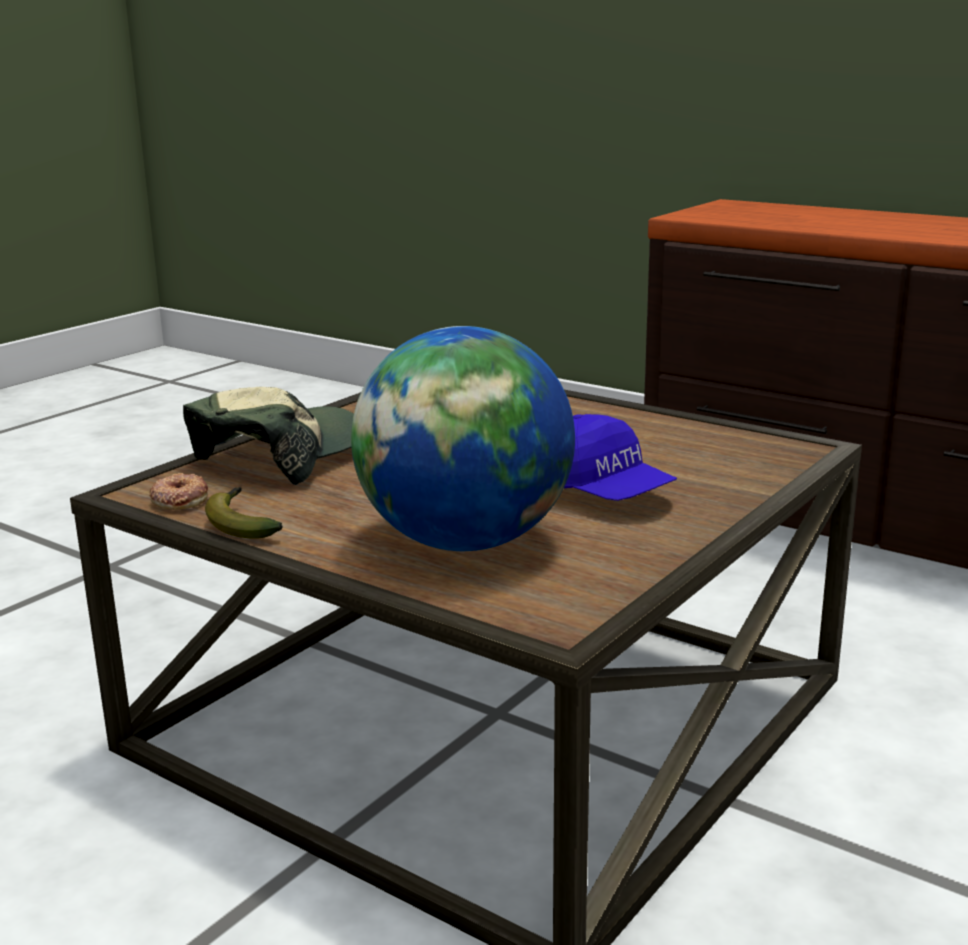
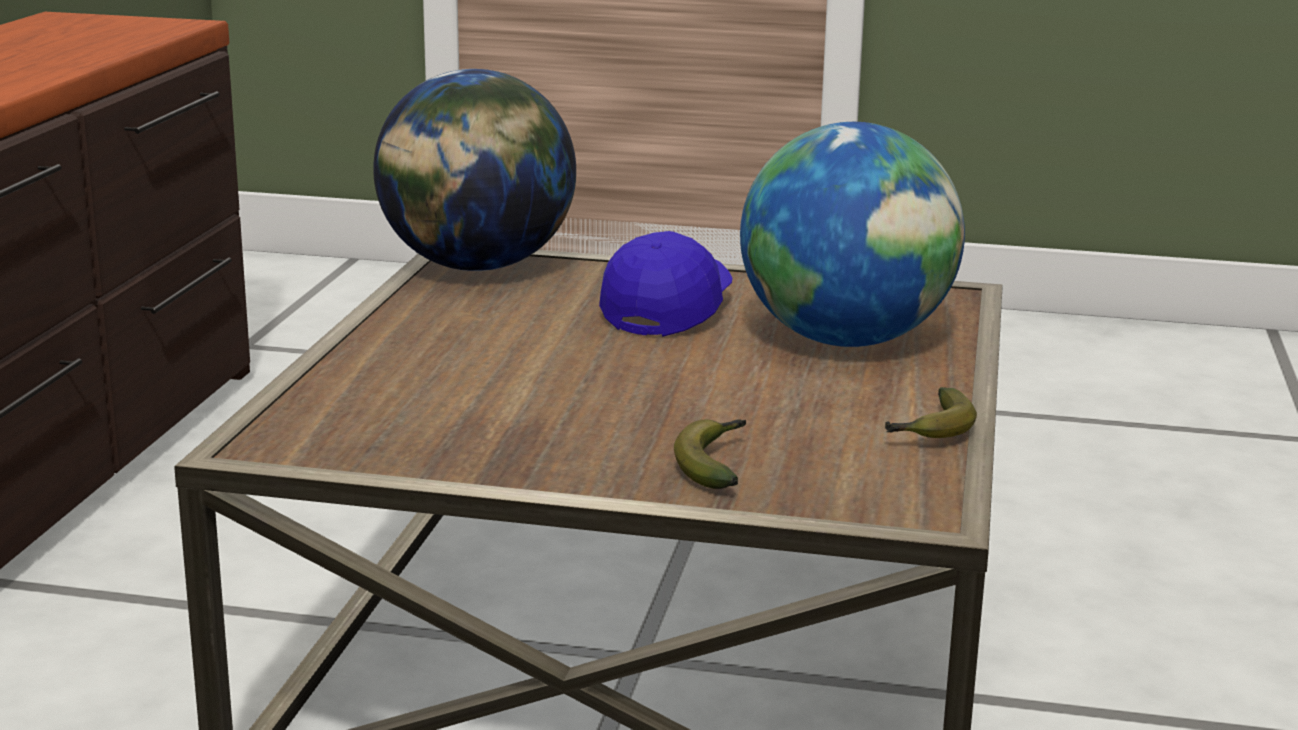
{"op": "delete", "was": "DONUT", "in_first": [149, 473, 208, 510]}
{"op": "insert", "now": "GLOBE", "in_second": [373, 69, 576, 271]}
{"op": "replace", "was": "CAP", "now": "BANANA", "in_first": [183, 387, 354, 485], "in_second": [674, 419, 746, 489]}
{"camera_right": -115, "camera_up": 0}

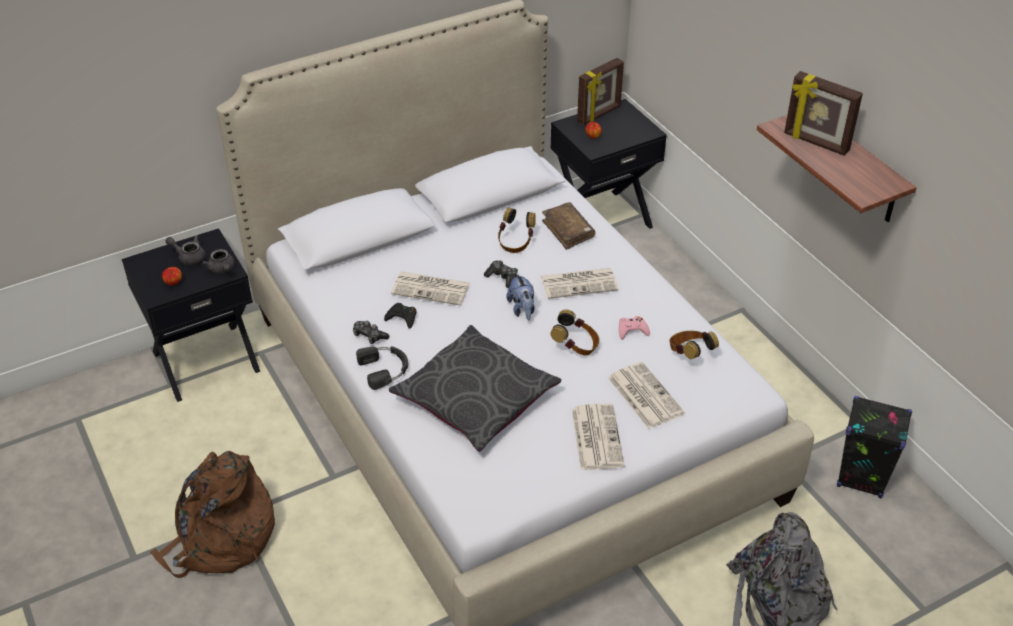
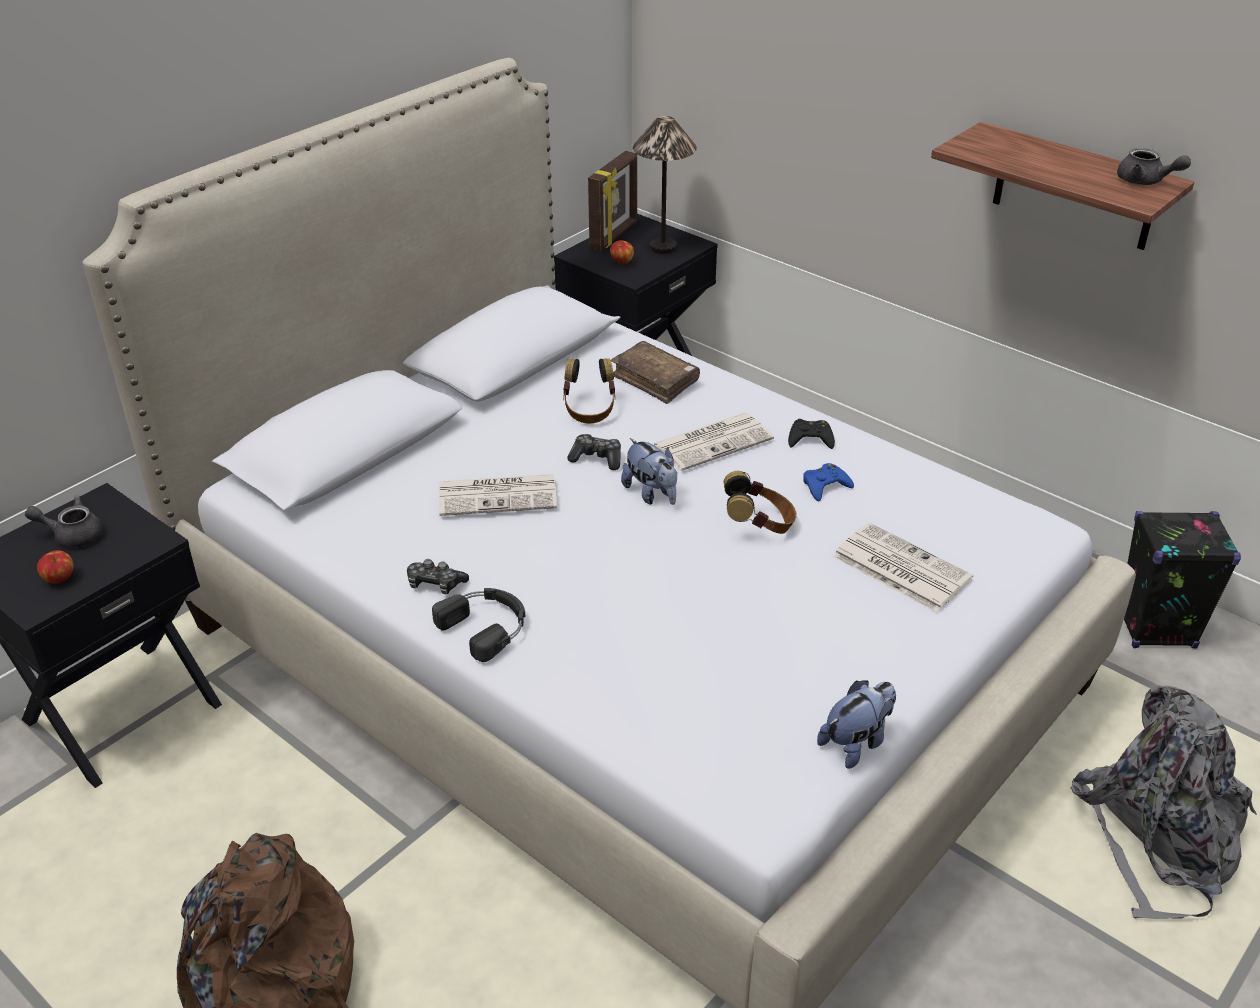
{"op": "delete", "was": "GREY PILLOW", "in_first": [389, 325, 561, 452]}
{"op": "delete", "was": "NEWSPAPER", "in_first": [572, 403, 625, 470]}
{"op": "delete", "was": "HEADPHONES", "in_first": [669, 331, 719, 359]}
{"op": "delete", "was": "PICTURE FRAME", "in_first": [784, 71, 863, 156]}
{"op": "insert", "now": "TABLE LAMP", "in_second": [633, 116, 697, 254]}
{"op": "insert", "now": "PLUSH TOY", "in_second": [817, 680, 896, 769]}
{"op": "move", "was": "GREY TEAPOT", "in_first": [202, 249, 235, 274], "in_second": [1117, 148, 1191, 185]}
{"op": "move", "was": "BLACK GAME CONTROLLER", "in_first": [384, 303, 416, 329], "in_second": [788, 419, 835, 449]}
{"op": "recolor", "was": "PINK GAME CONTROLLER", "now": "BLUE GAME CONTROLLER", "in_first": [619, 316, 650, 340], "in_second": [803, 463, 854, 502]}
{"camera_right": -20, "camera_up": -5}

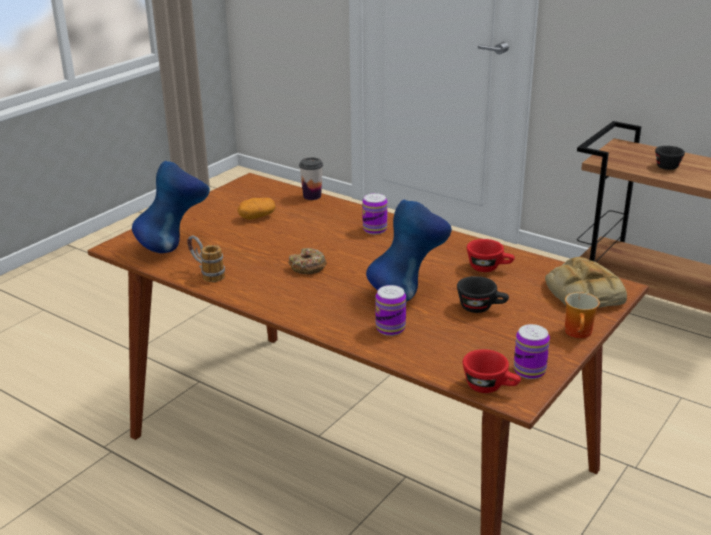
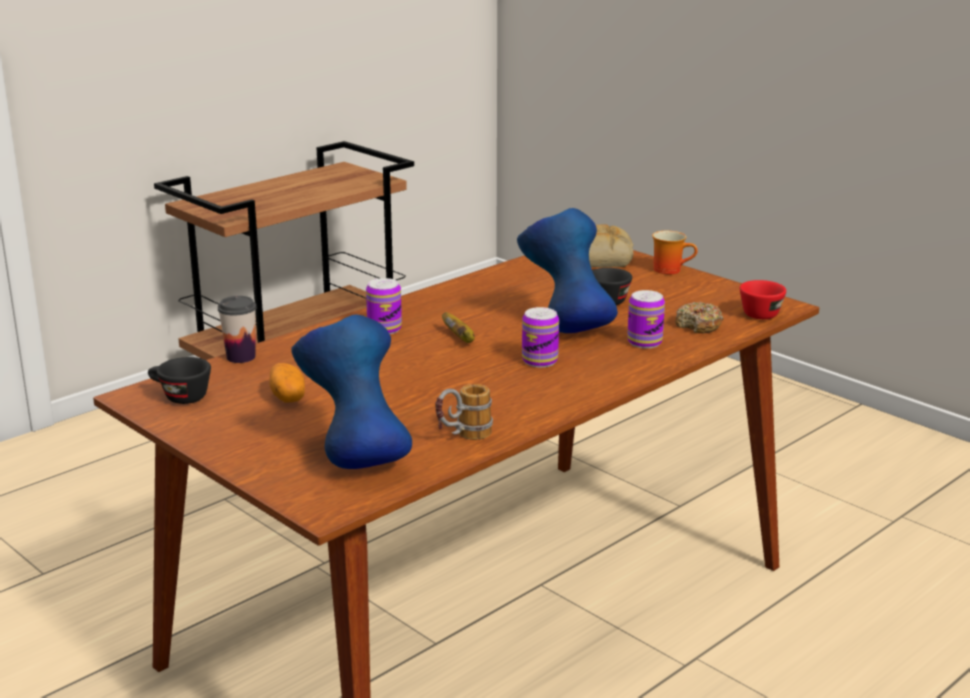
{"op": "delete", "was": "RED CUP", "in_first": [467, 239, 515, 272]}
{"op": "insert", "now": "BANANA", "in_second": [442, 312, 475, 343]}
{"op": "move", "was": "DONUT", "in_first": [288, 248, 327, 274], "in_second": [675, 302, 724, 333]}
{"op": "move", "was": "CAN", "in_first": [514, 324, 550, 379], "in_second": [522, 307, 559, 367]}
{"op": "move", "was": "BLACK CUP", "in_first": [655, 146, 685, 170], "in_second": [148, 357, 211, 404]}
{"camera_right": -80, "camera_up": -5}

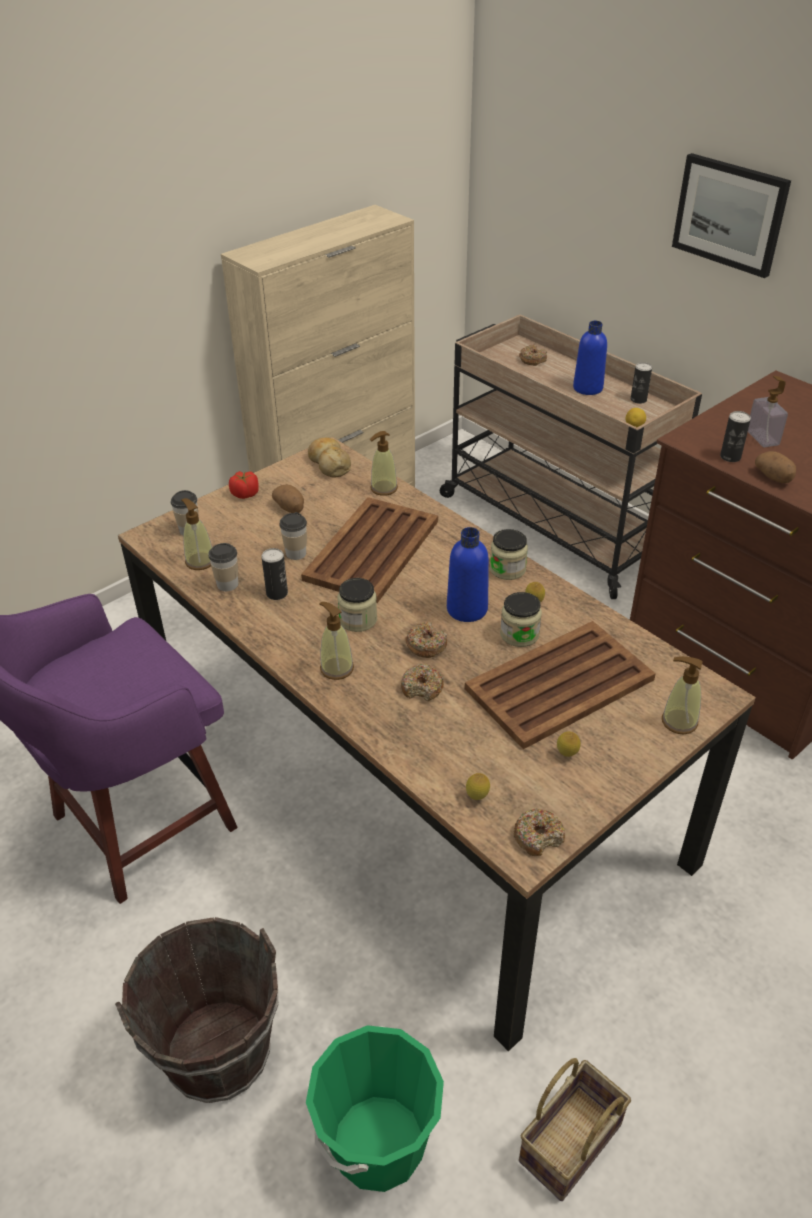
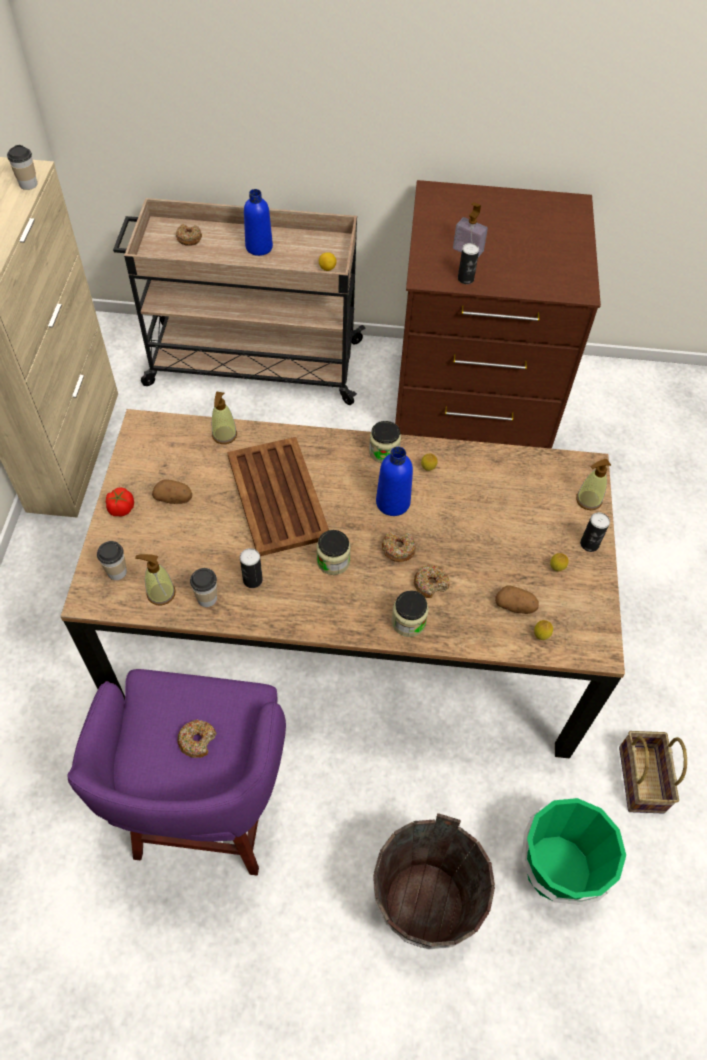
{"op": "delete", "was": "BREAD", "in_first": [308, 437, 351, 478]}
{"op": "delete", "was": "SOAP DISPENSER", "in_first": [319, 602, 354, 680]}
{"op": "delete", "was": "BROWN TRAY", "in_first": [465, 621, 656, 749]}
{"op": "delete", "was": "PICTURE", "in_first": [672, 153, 791, 278]}
{"op": "move", "was": "CUP", "in_first": [279, 512, 307, 560], "in_second": [7, 145, 37, 190]}
{"op": "move", "was": "JAR", "in_first": [500, 592, 542, 647], "in_second": [391, 591, 429, 637]}
{"op": "move", "was": "DONUT", "in_first": [514, 809, 565, 856], "in_second": [177, 719, 217, 758]}
{"op": "move", "was": "CAN", "in_first": [631, 362, 652, 404], "in_second": [580, 512, 610, 552]}
{"op": "move", "was": "POTATO", "in_first": [755, 451, 796, 483], "in_second": [495, 585, 539, 614]}
{"camera_right": -45, "camera_up": 15}

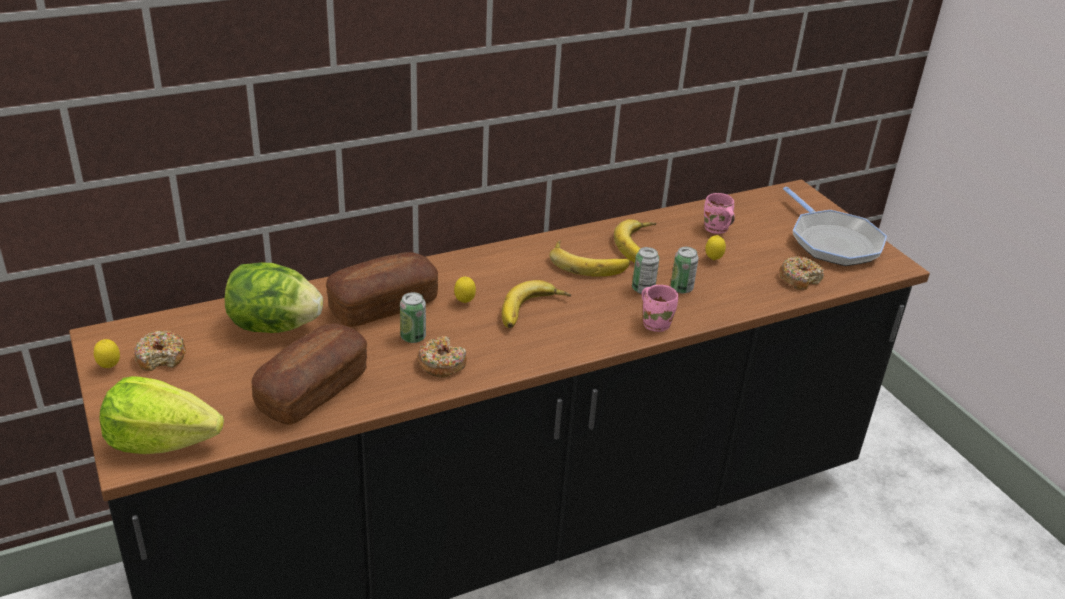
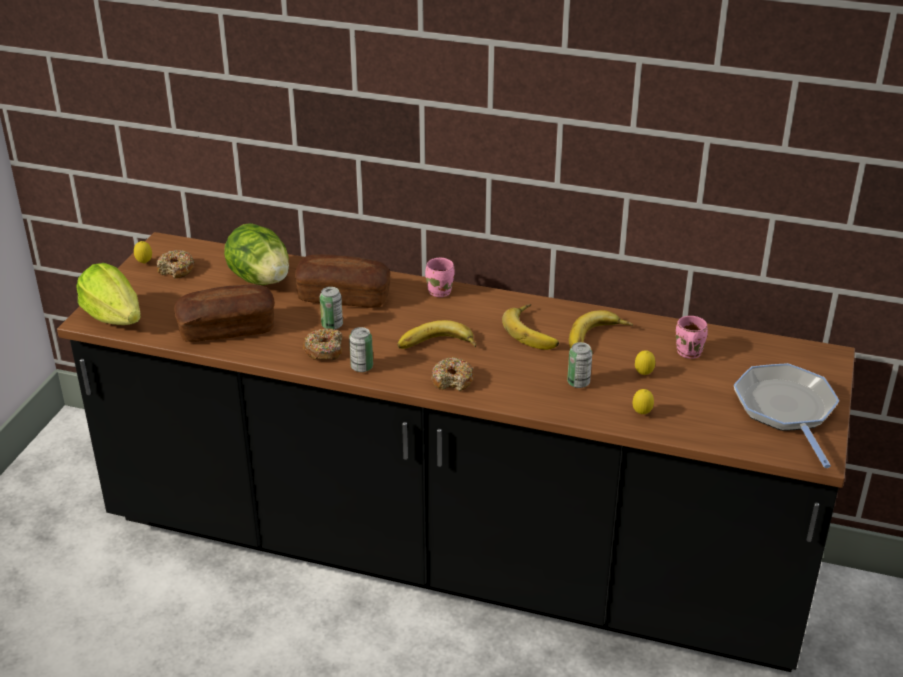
{"op": "move", "was": "LEMON", "in_first": [454, 277, 476, 303], "in_second": [633, 389, 654, 414]}
{"op": "move", "was": "CAN", "in_first": [632, 247, 659, 294], "in_second": [349, 327, 373, 372]}
{"op": "move", "was": "PINK MUG", "in_first": [642, 285, 678, 332], "in_second": [425, 258, 454, 297]}
{"op": "move", "was": "DONUT", "in_first": [779, 256, 824, 290], "in_second": [431, 357, 474, 391]}
{"op": "rotate", "was": "FRYING PAN", "in_first": [783, 187, 887, 266], "in_second": [734, 363, 839, 468], "clockwise": 150}
{"camera_right": 45, "camera_up": 0}

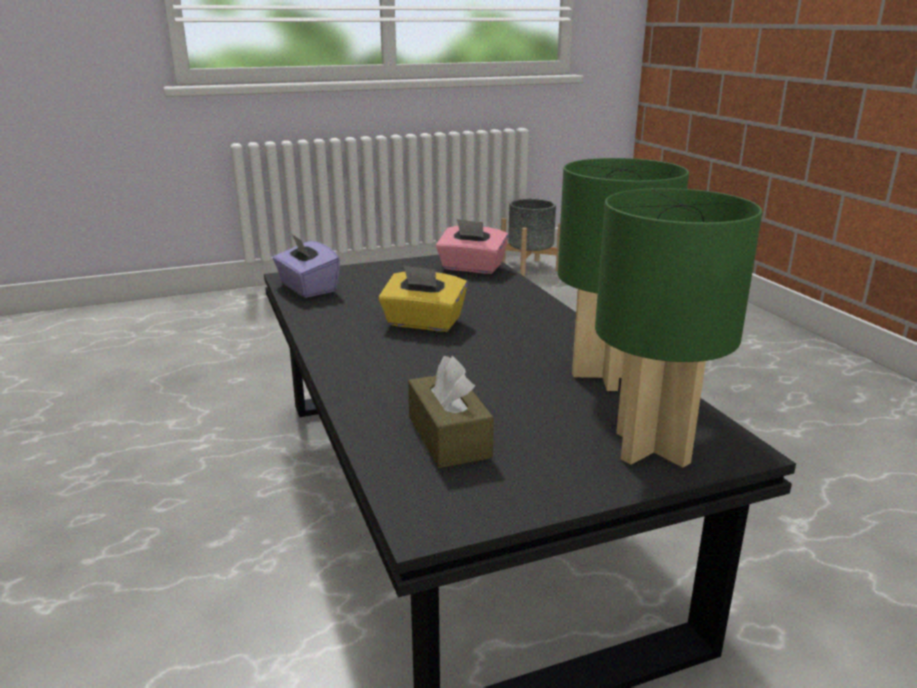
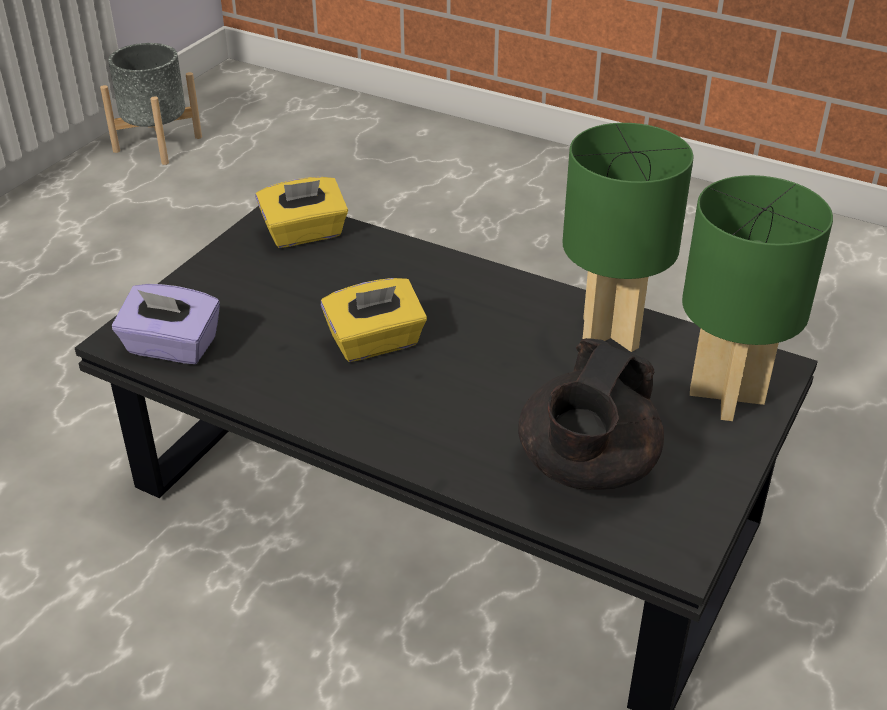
{"op": "replace", "was": "BROWN TISSUE BOX", "now": "BLACK TEAPOT", "in_first": [408, 356, 494, 468], "in_second": [518, 338, 664, 490]}
{"op": "recolor", "was": "PINK TISSUE BOX", "now": "YELLOW TISSUE BOX", "in_first": [436, 219, 509, 274], "in_second": [256, 177, 348, 248]}
{"camera_right": -40, "camera_up": 15}

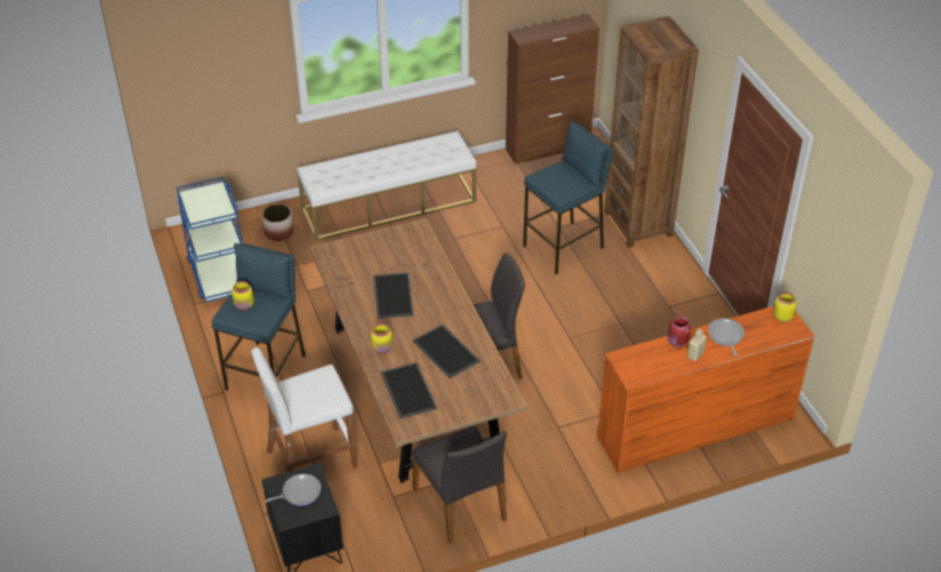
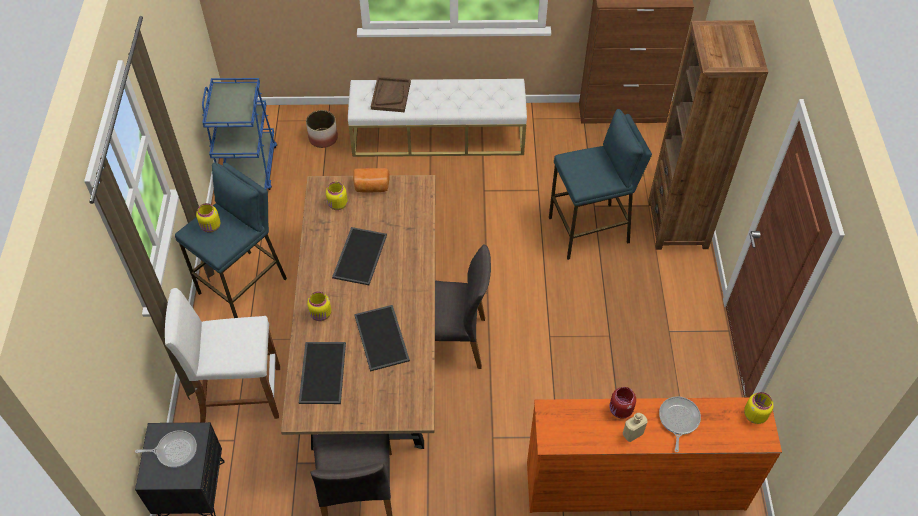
{"op": "insert", "now": "YELLOW JAR", "in_second": [326, 182, 348, 210]}
{"op": "insert", "now": "BREAD", "in_second": [353, 168, 389, 193]}
{"op": "insert", "now": "BROWN TRAY", "in_second": [371, 77, 411, 112]}
{"camera_right": 20, "camera_up": 10}

